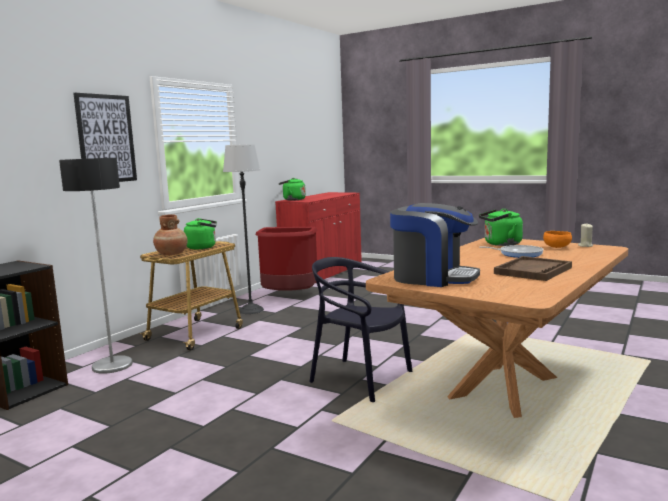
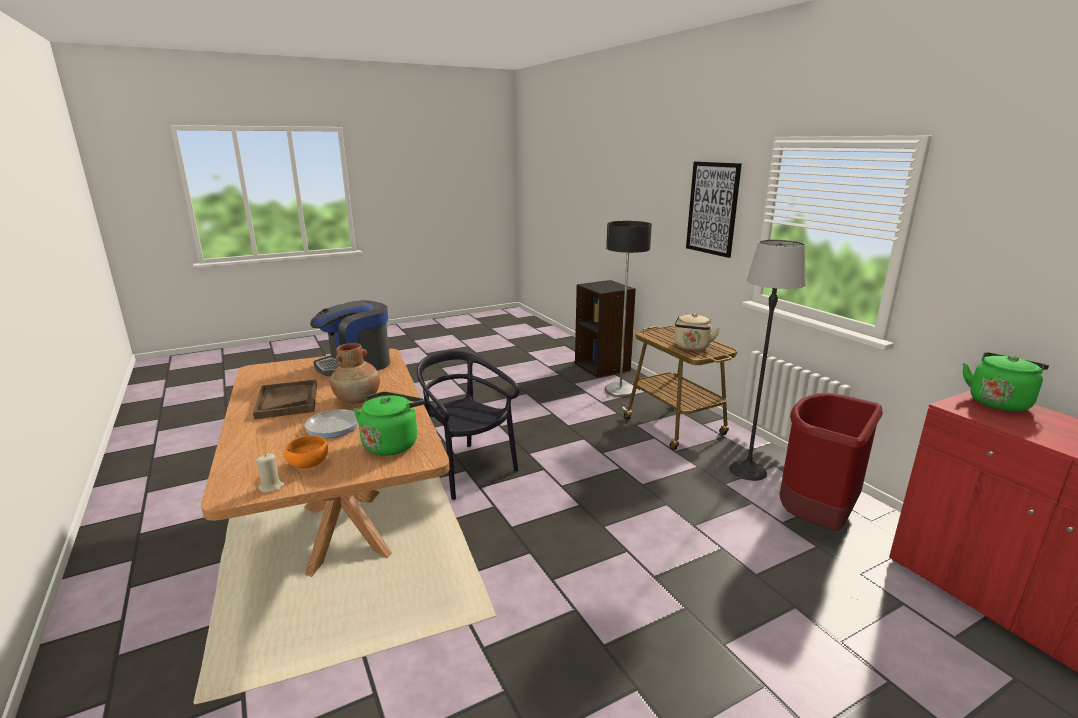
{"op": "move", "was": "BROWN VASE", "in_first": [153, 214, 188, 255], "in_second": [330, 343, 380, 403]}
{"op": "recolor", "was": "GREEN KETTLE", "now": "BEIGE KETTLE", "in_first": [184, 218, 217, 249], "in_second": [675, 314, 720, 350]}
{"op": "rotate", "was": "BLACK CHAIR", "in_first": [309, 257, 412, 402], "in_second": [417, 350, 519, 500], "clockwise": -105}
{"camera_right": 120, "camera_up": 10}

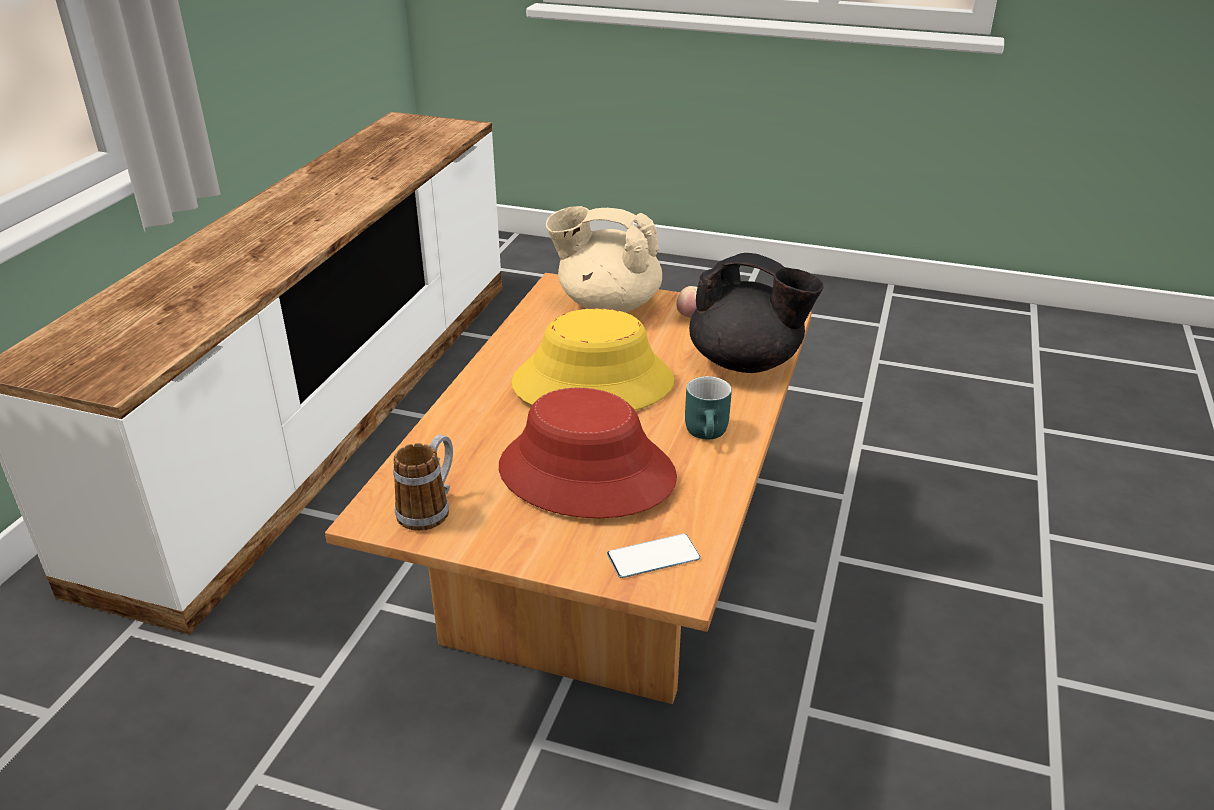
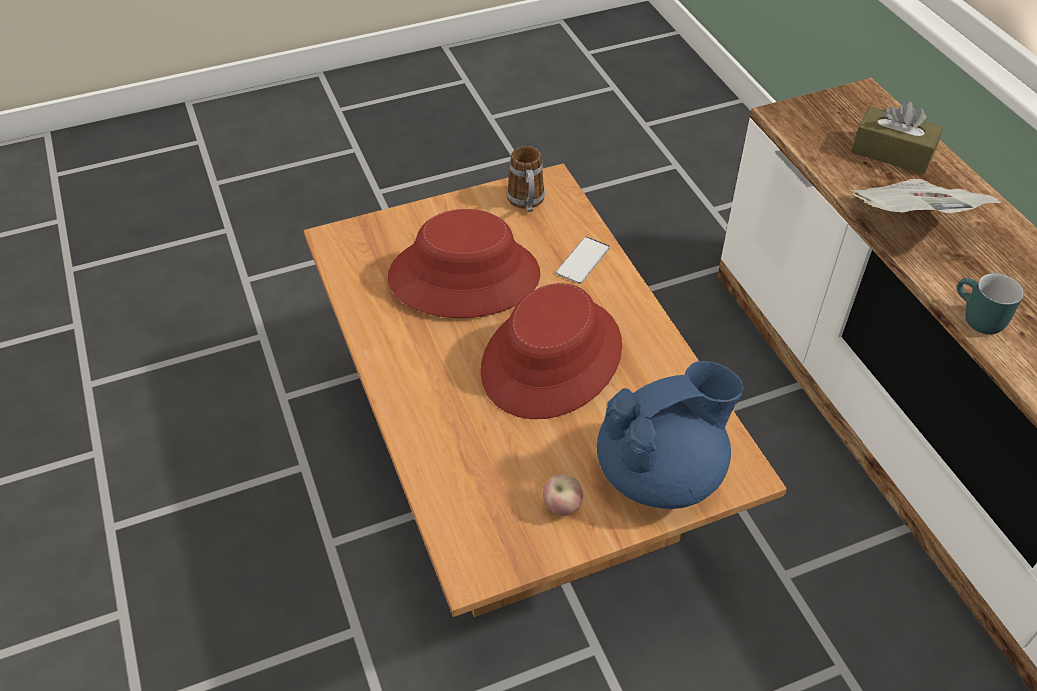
{"op": "delete", "was": "BLACK TEAPOT", "in_first": [689, 253, 823, 373]}
{"op": "insert", "now": "BROWN TISSUE BOX", "in_second": [851, 101, 943, 174]}
{"op": "insert", "now": "NEWSPAPER", "in_second": [851, 179, 1001, 214]}
{"op": "move", "was": "PHONE", "in_first": [607, 534, 701, 578], "in_second": [556, 237, 610, 284]}
{"op": "move", "was": "TURQUOISE MUG", "in_first": [685, 376, 732, 439], "in_second": [957, 273, 1024, 334]}
{"op": "recolor", "was": "YELLOW HAT", "now": "RED HAT", "in_first": [511, 308, 674, 410], "in_second": [481, 283, 622, 419]}
{"op": "recolor", "was": "BEIGE TEAPOT", "now": "BLUE TEAPOT", "in_first": [546, 206, 662, 312], "in_second": [597, 361, 744, 509]}
{"camera_right": 140, "camera_up": 15}

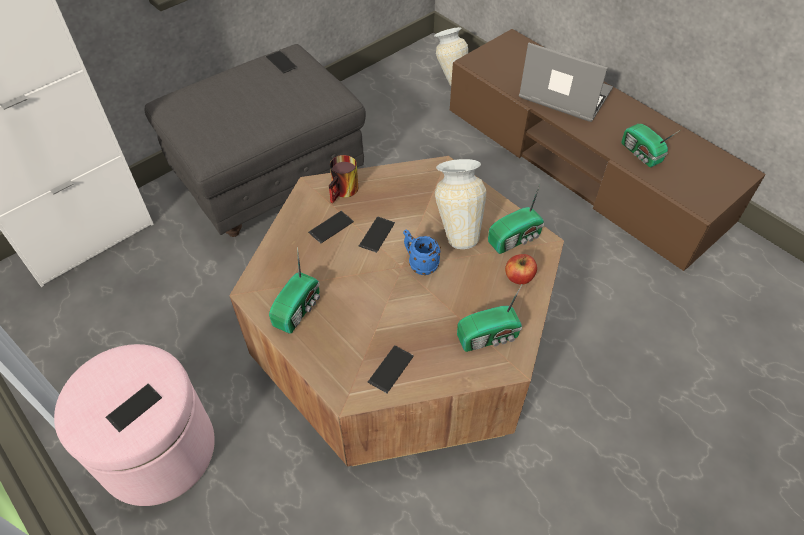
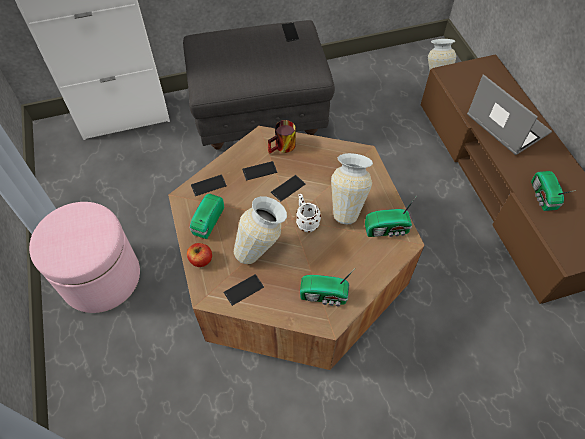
{"op": "insert", "now": "VASE", "in_second": [234, 196, 287, 264]}
{"op": "move", "was": "PHONE", "in_first": [106, 384, 162, 432], "in_second": [191, 174, 227, 196]}
{"op": "move", "was": "APPLE", "in_first": [505, 254, 537, 285], "in_second": [187, 243, 212, 267]}
{"op": "recolor", "was": "BLUE MUG", "now": "WHITE MUG", "in_first": [403, 230, 441, 275], "in_second": [296, 194, 321, 232]}
{"op": "rotate", "was": "RADIO", "in_first": [269, 247, 320, 334], "in_second": [190, 193, 224, 239], "clockwise": 150}
{"camera_right": 25, "camera_up": 5}

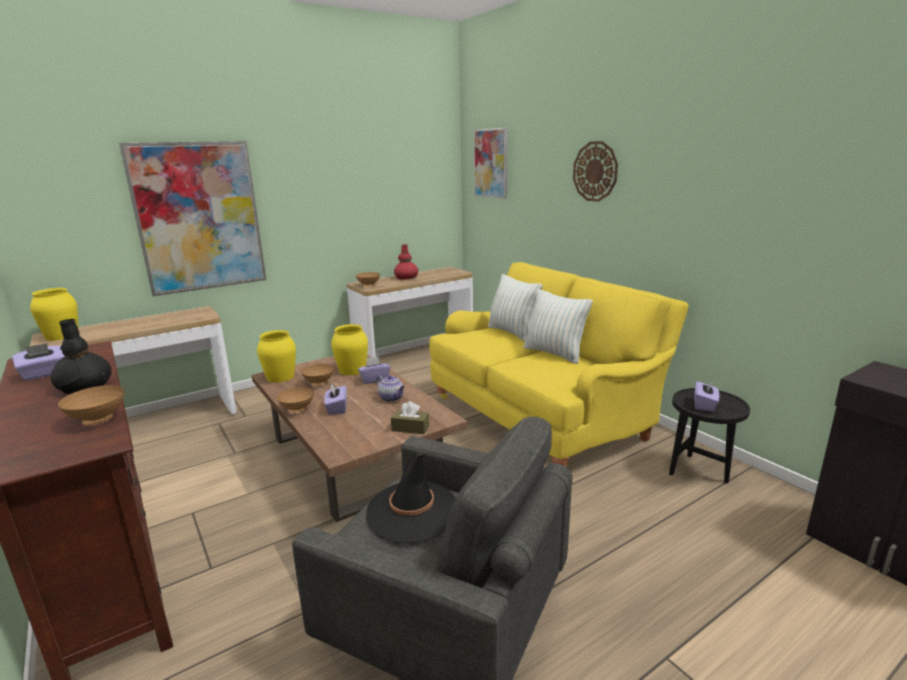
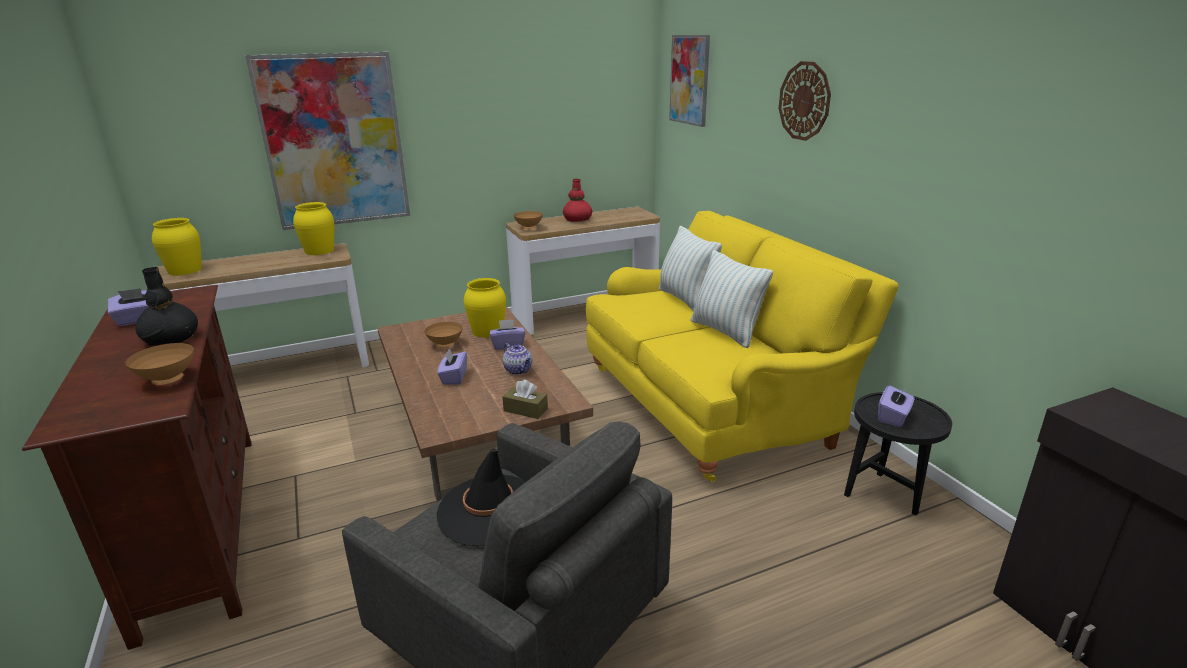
{"op": "delete", "was": "BROWN BOWL", "in_first": [277, 387, 314, 413]}
{"op": "move", "was": "YELLOW VASE", "in_first": [257, 330, 296, 382], "in_second": [293, 202, 334, 255]}
{"camera_right": 10, "camera_up": 5}

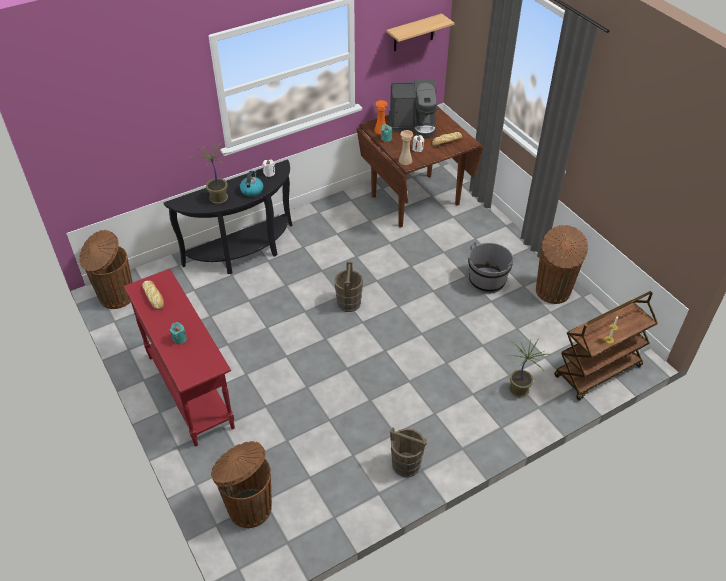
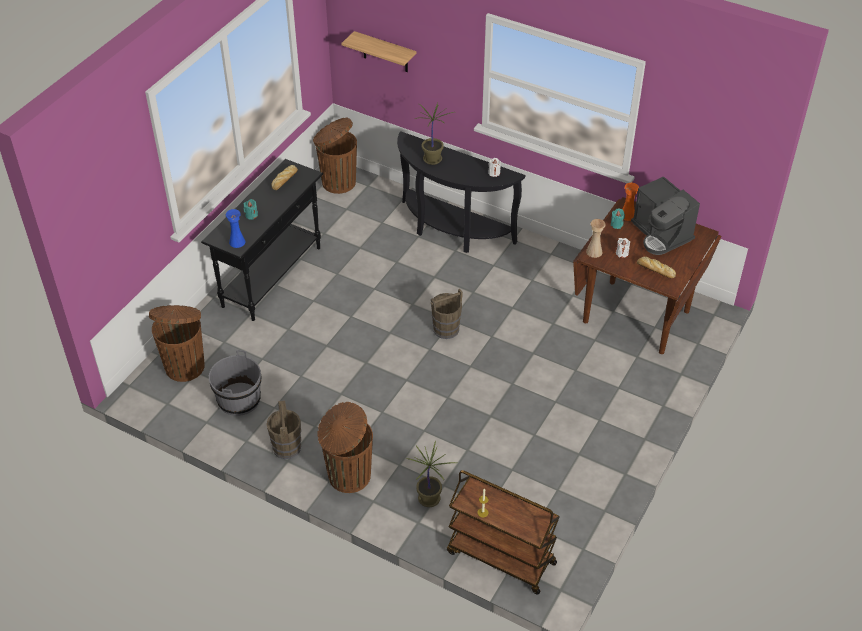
{"op": "delete", "was": "KETTLE", "in_first": [240, 171, 263, 197]}
{"op": "insert", "now": "BLUE VASE", "in_second": [226, 209, 245, 248]}
{"op": "move", "was": "SHELF", "in_first": [386, 14, 454, 51], "in_second": [341, 31, 417, 72]}
{"op": "move", "was": "GREY BUCKET", "in_first": [468, 241, 513, 294], "in_second": [209, 350, 262, 416]}
{"op": "move", "was": "BROWN TRASH CAN", "in_first": [536, 225, 588, 304], "in_second": [317, 402, 373, 493]}
{"op": "recolor", "was": "RED CONSOLE TABLE", "now": "BLACK CONSOLE TABLE", "in_first": [124, 269, 235, 446], "in_second": [201, 159, 323, 321]}
{"camera_right": 60, "camera_up": 0}

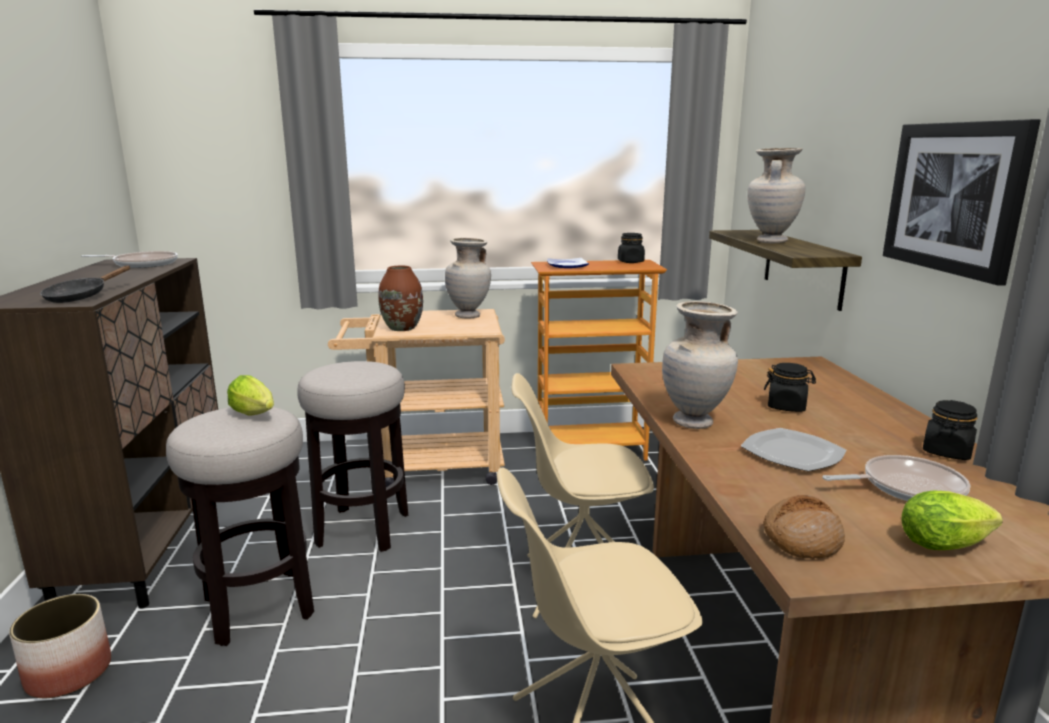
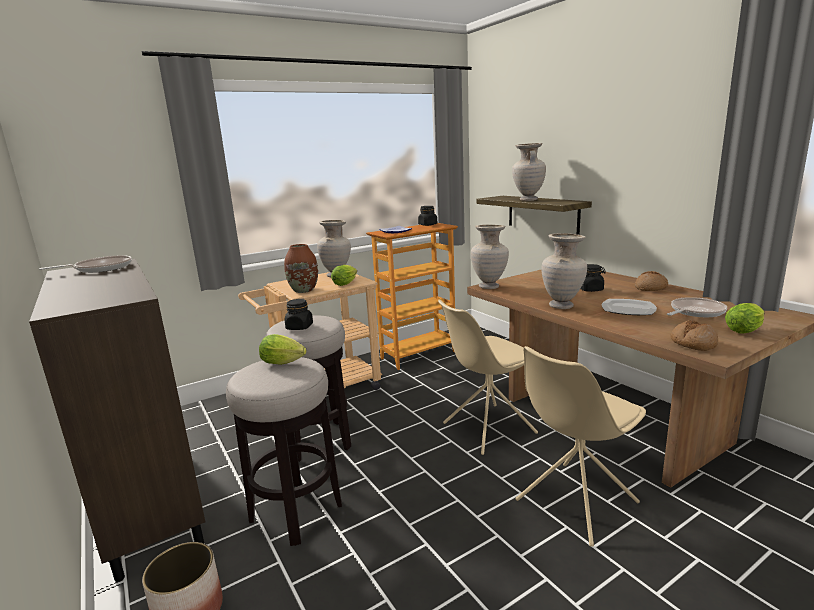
{"op": "delete", "was": "BLACK FRYING PAN", "in_first": [40, 265, 130, 303]}
{"op": "delete", "was": "PICTURE", "in_first": [883, 119, 1041, 285]}
{"op": "insert", "now": "LETTUCE", "in_second": [331, 265, 357, 286]}
{"op": "insert", "now": "BEIGE VASE", "in_second": [471, 225, 509, 289]}
{"op": "insert", "now": "BREAD", "in_second": [635, 271, 668, 291]}
{"op": "move", "was": "BLACK JAR", "in_first": [923, 400, 977, 460], "in_second": [285, 299, 313, 330]}
{"camera_right": -25, "camera_up": 0}

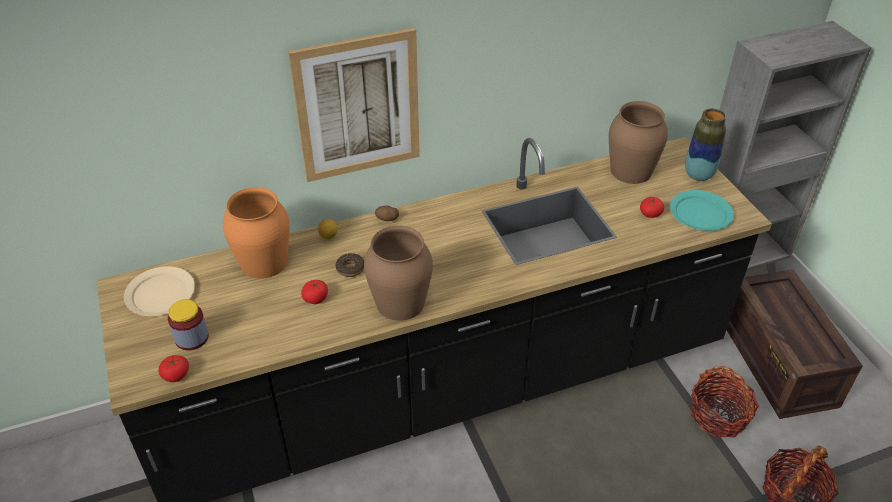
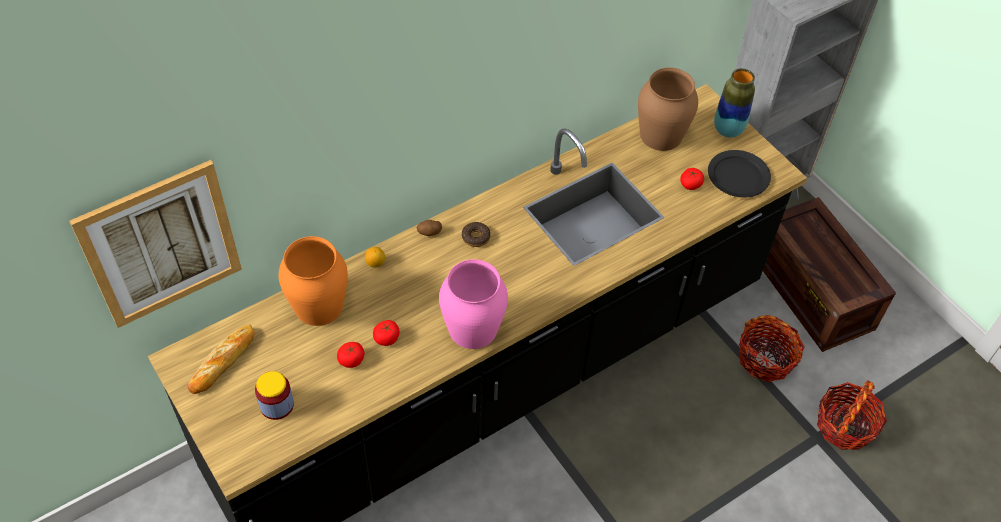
{"op": "move", "was": "TOMATO", "in_first": [159, 355, 189, 382], "in_second": [337, 342, 364, 368]}
{"op": "move", "was": "PICTURE", "in_first": [288, 28, 420, 182], "in_second": [69, 160, 242, 328]}
{"op": "move", "was": "DONUT", "in_first": [336, 253, 364, 277], "in_second": [462, 222, 491, 247]}
{"op": "replace", "was": "BEIGE PLATE", "now": "BREAD", "in_first": [124, 266, 195, 316], "in_second": [187, 324, 255, 394]}
{"op": "recolor", "was": "BROWN VASE", "now": "PINK VASE", "in_first": [364, 225, 433, 321], "in_second": [439, 259, 508, 349]}
{"op": "recolor", "was": "TURQUOISE PLATE", "now": "BLACK PLATE", "in_first": [670, 190, 734, 231], "in_second": [708, 150, 771, 197]}
{"camera_right": -15, "camera_up": 10}

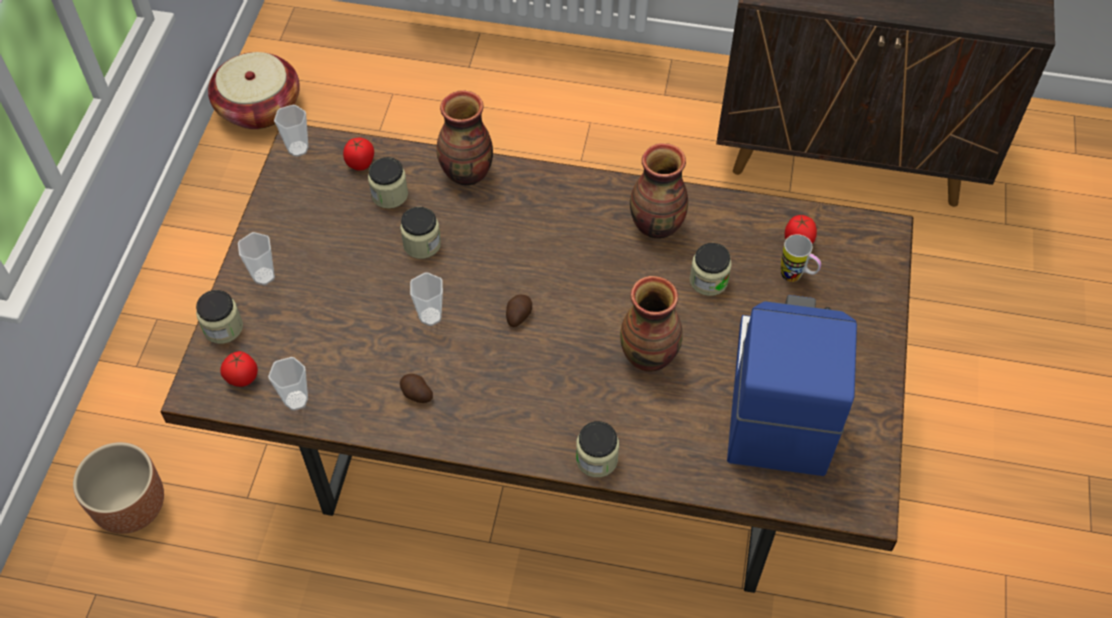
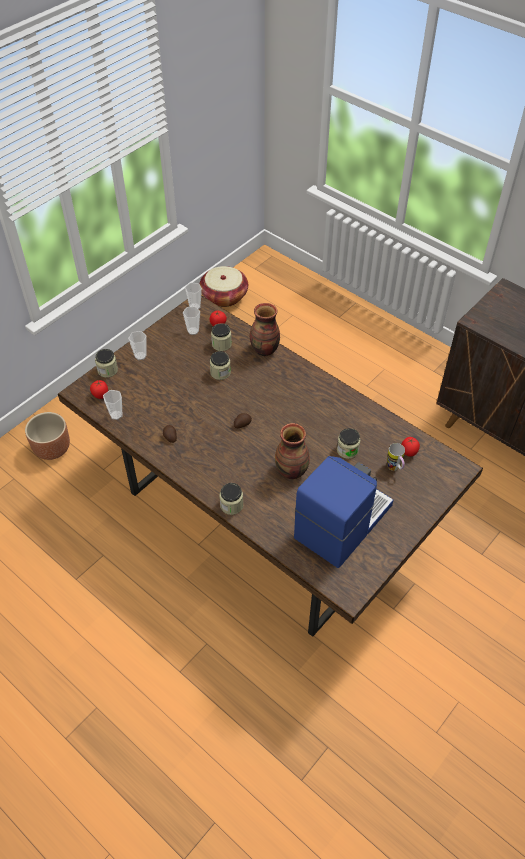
{"op": "delete", "was": "VASE", "in_first": [630, 143, 688, 239]}
{"op": "move", "was": "CUP", "in_first": [410, 272, 443, 326], "in_second": [183, 307, 200, 335]}
{"camera_right": 30, "camera_up": -5}

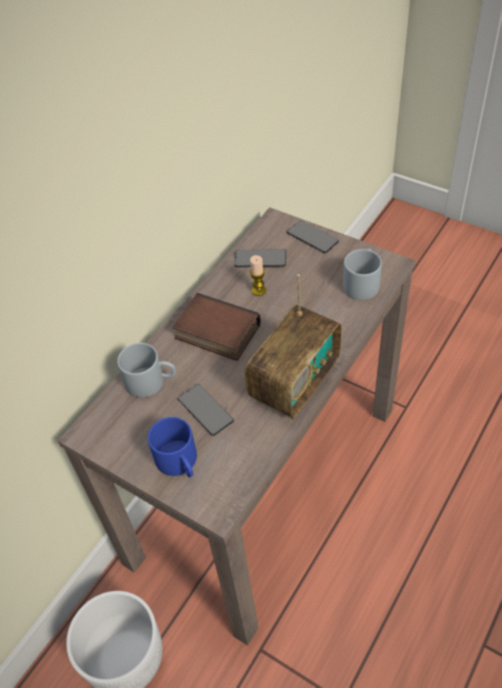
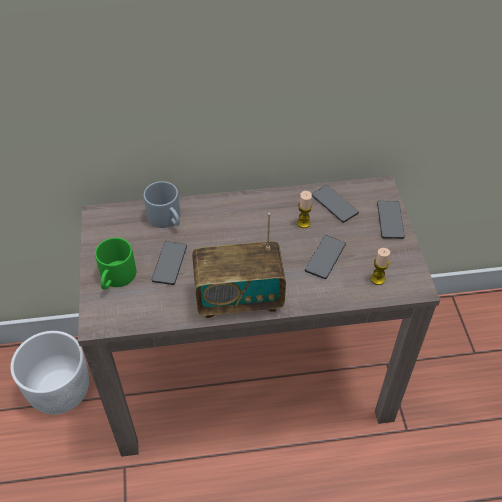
{"op": "delete", "was": "BOOK", "in_first": [172, 293, 261, 361]}
{"op": "insert", "now": "PHONE", "in_second": [305, 235, 346, 279]}
{"op": "replace", "was": "GREY MUG", "now": "CANDLE", "in_first": [343, 249, 382, 300], "in_second": [370, 248, 390, 285]}
{"op": "recolor", "was": "BLUE MUG", "now": "GREEN MUG", "in_first": [148, 417, 197, 478], "in_second": [95, 238, 136, 289]}
{"camera_right": 45, "camera_up": 0}

